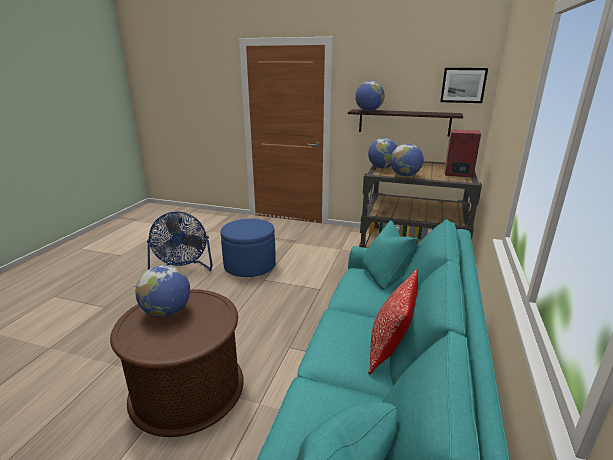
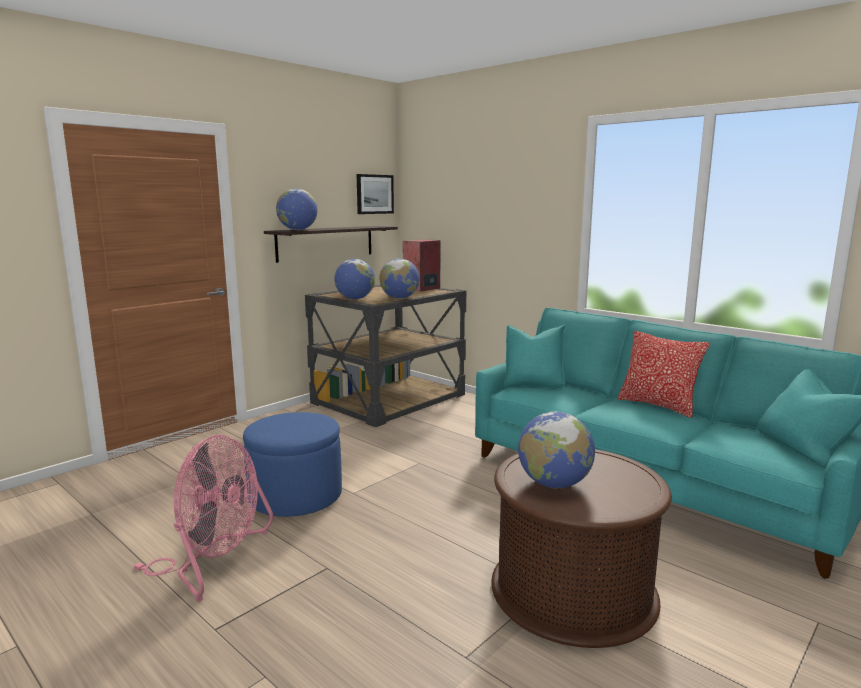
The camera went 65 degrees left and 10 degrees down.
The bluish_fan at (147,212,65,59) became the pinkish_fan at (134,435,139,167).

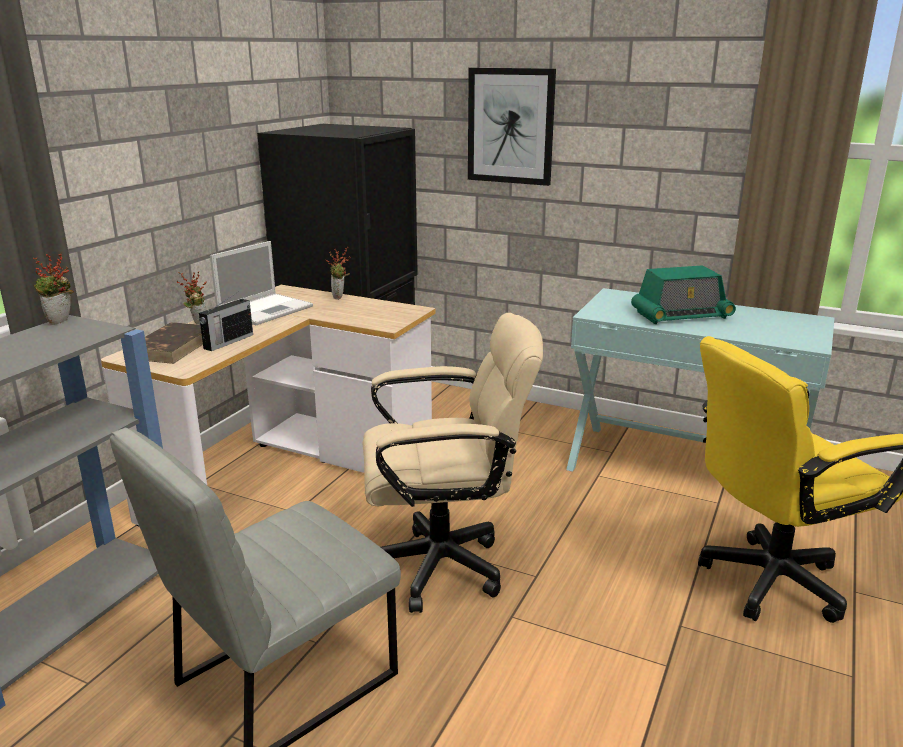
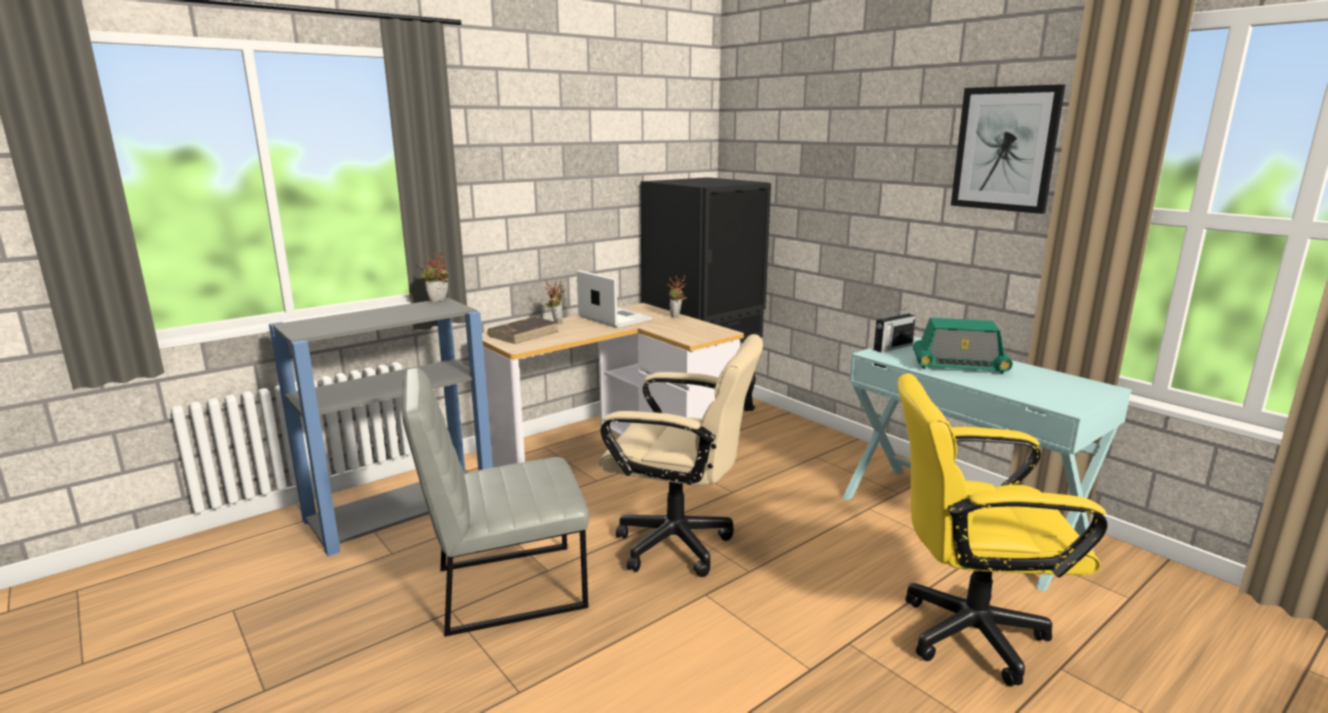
The camera went 25 degrees right and 5 degrees down.
The radio_receiver moved from (199,292,54,59) to (874,307,42,46).
The laptop at (210,241,103,84) turned 105 degrees counterclockwise.
The picture moved from (468,68,88,118) to (951,84,114,130).

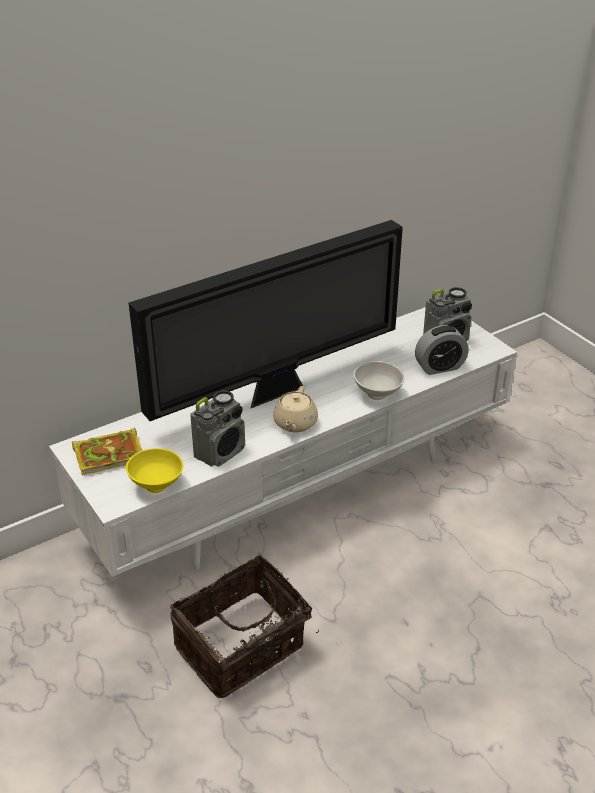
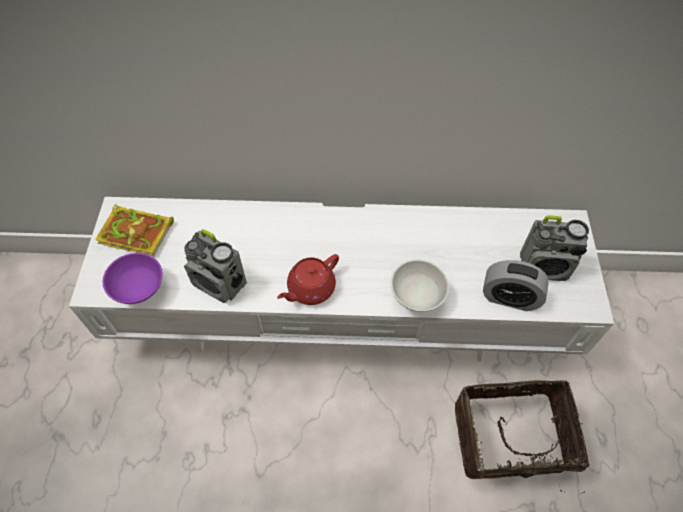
The camera went 35 degrees right and 20 degrees up.
The yellowish_deep_dish at (126,448,57,45) became the purple-coloured_deep_dish at (103,253,59,51).
The television at (129,220,274,201) disappeared.
The household_basket moved from (170,555,149,143) to (455,380,134,114).
The radio_receiver at (190,390,55,77) turned 45 degrees clockwise.
The sand-coloured_teapot at (273,386,45,46) became the red_teapot at (277,254,62,51).

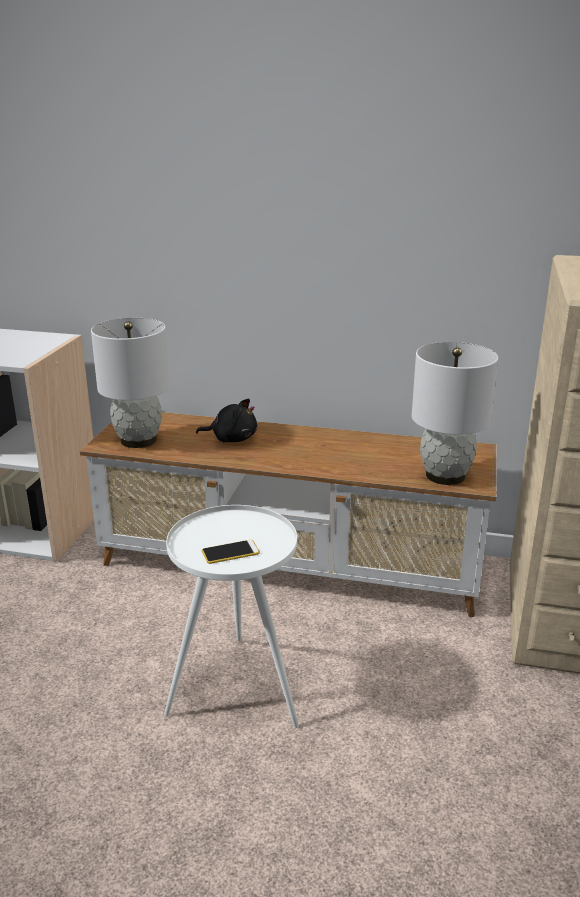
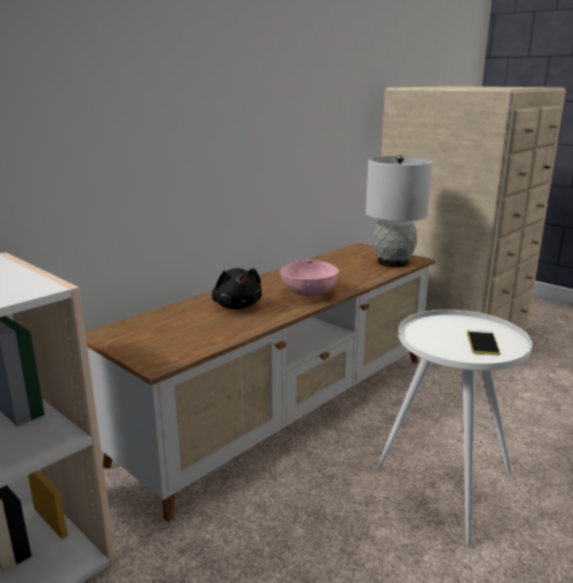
The camera went 60 degrees left and 5 degrees down.
The white_table_lamp at (91,318,79,130) disappeared.
The black_plush_toy at (196,399,61,43) turned 120 degrees clockwise.
The pinkish_deep_dish at (279,260,60,37) appeared.

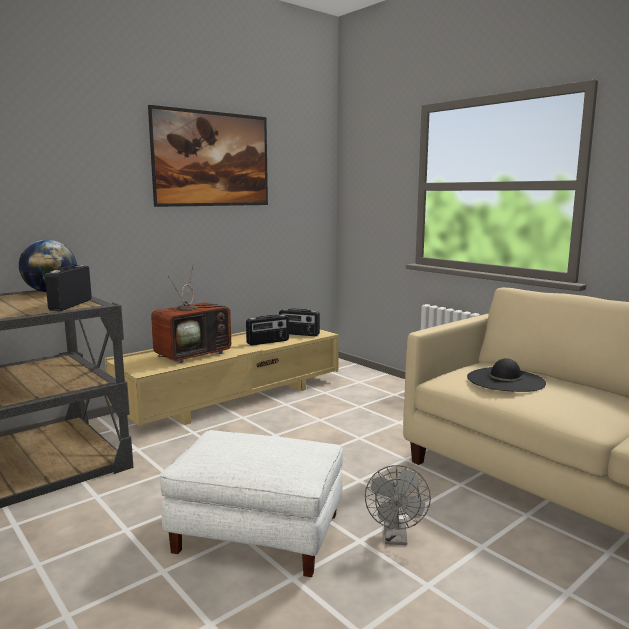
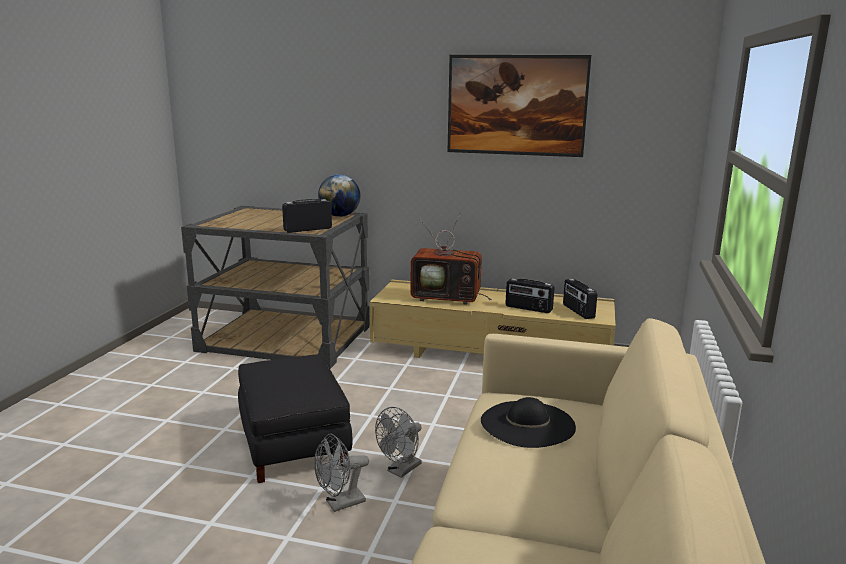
The camera went 55 degrees right and 5 degrees up.
The white_pouffe at (160,430,183,147) became the black_pouffe at (238,354,114,129).
The gray_fan at (375,407,47,71) appeared.

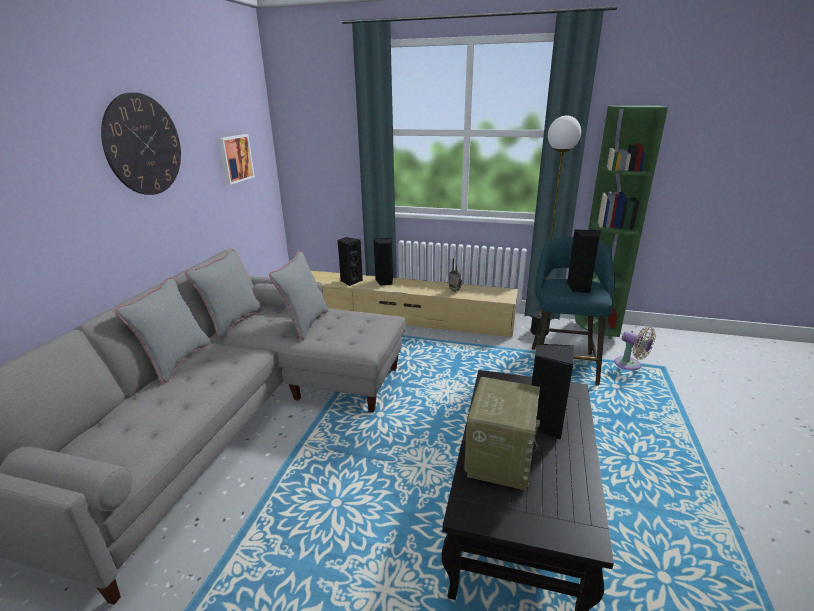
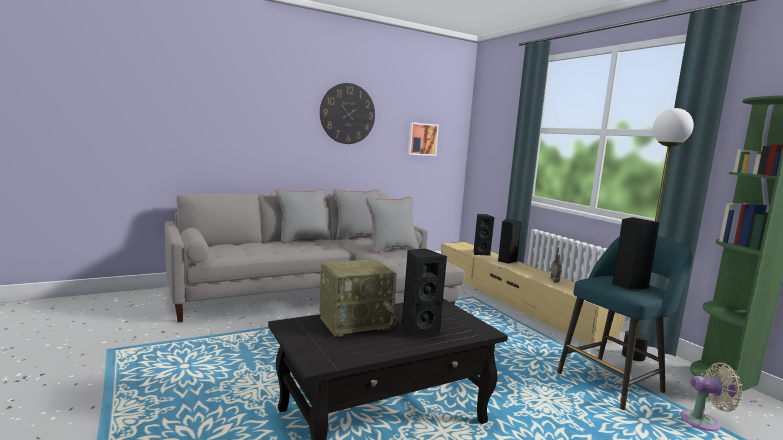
The camera went 45 degrees right and 15 degrees down.
The sand-coloured_fan at (614,327,42,43) turned 90 degrees counterclockwise.

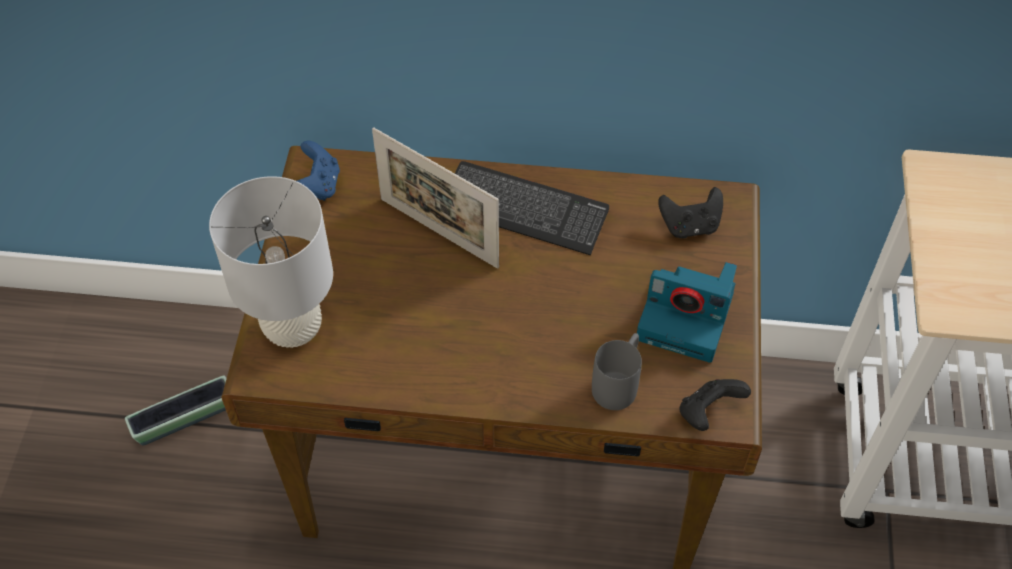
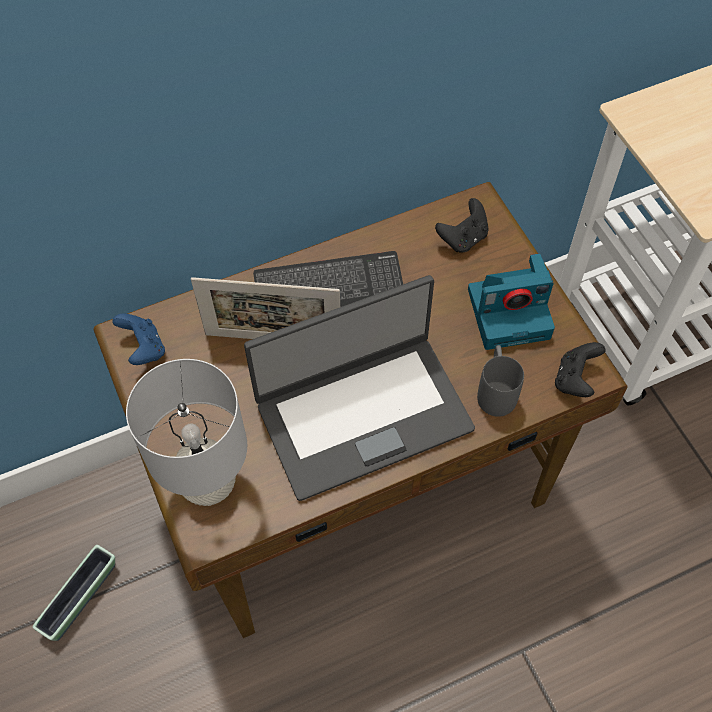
The camera went 30 degrees left and 5 degrees up.
The laptop at (244,275,231,226) appeared.

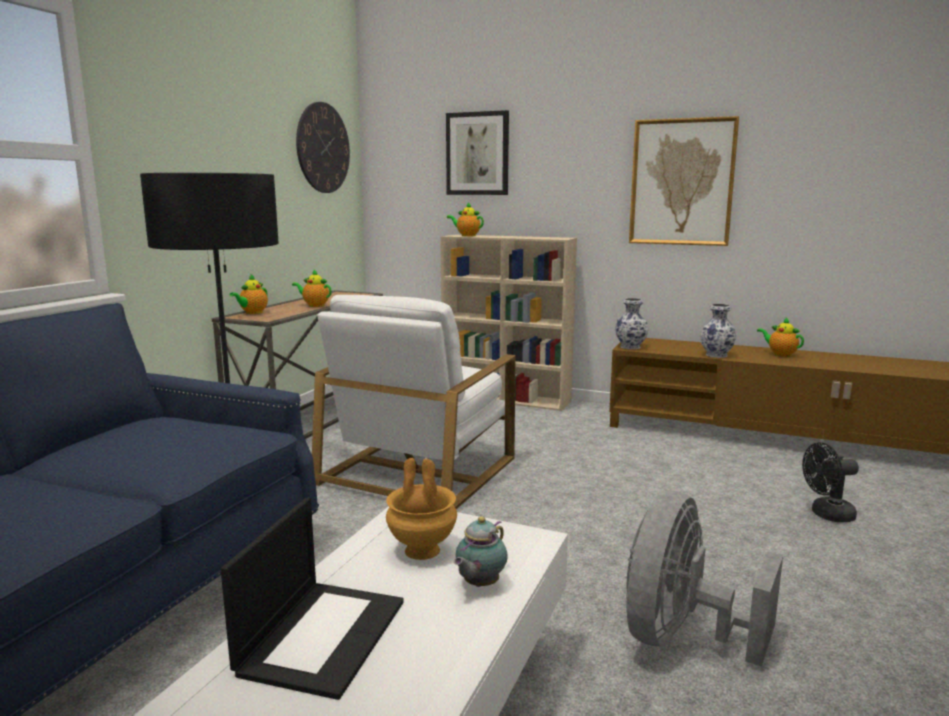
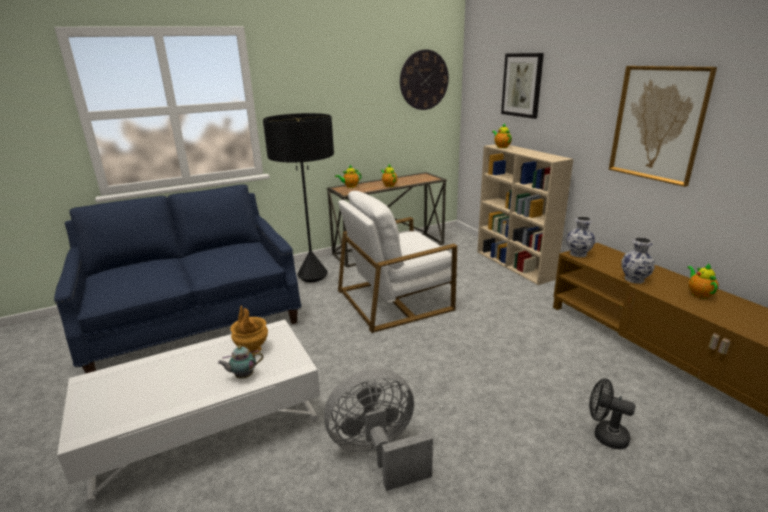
The camera went 40 degrees right and 10 degrees up.
The laptop at (221,497,183,203) disappeared.

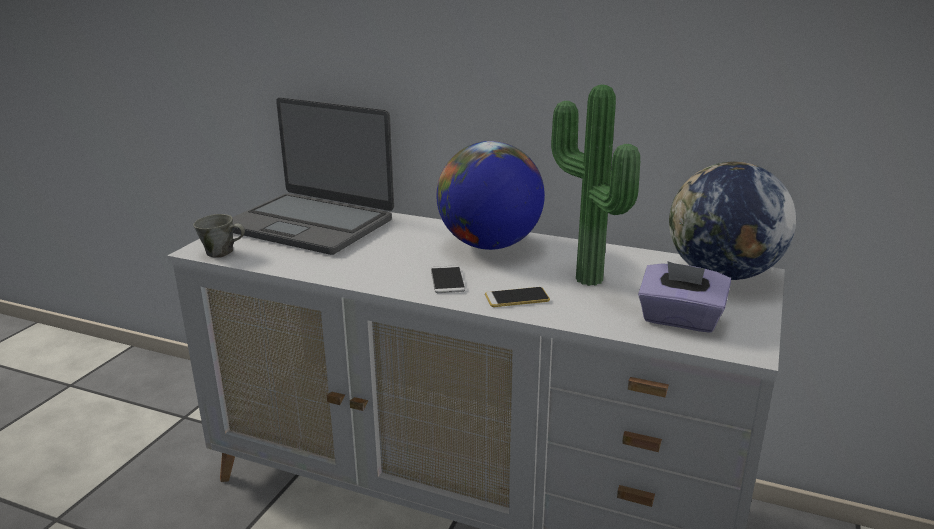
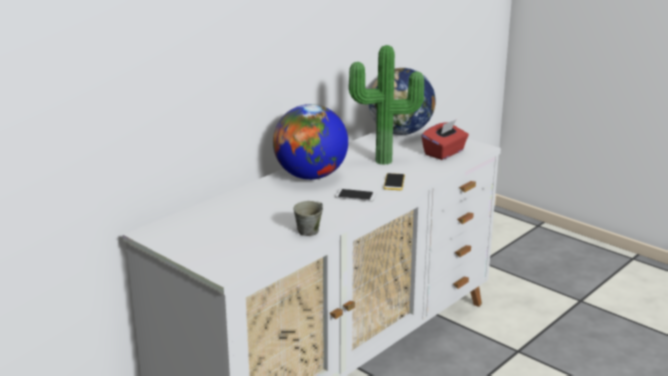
The camera went 70 degrees left and 0 degrees up.
The gray_tea_mug moved from (193,214,52,44) to (293,201,30,35).
The laptop at (232,97,162,158) disappeared.
The purple-coloured_box_of_tissues at (638,261,93,72) became the red_box_of_tissues at (421,120,48,40).

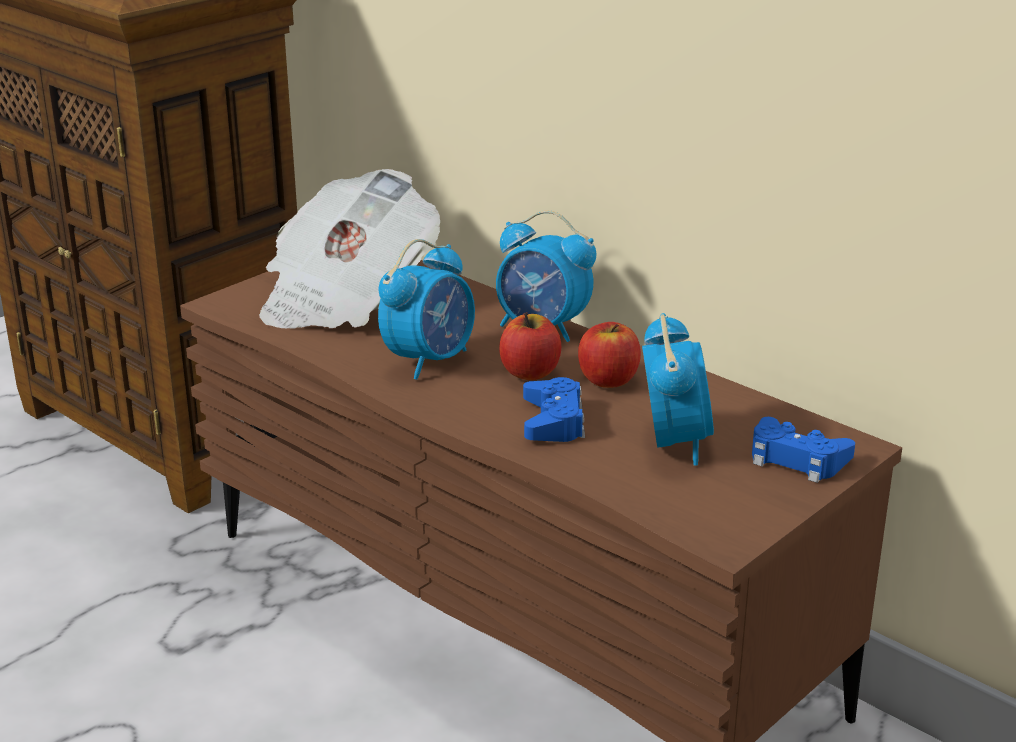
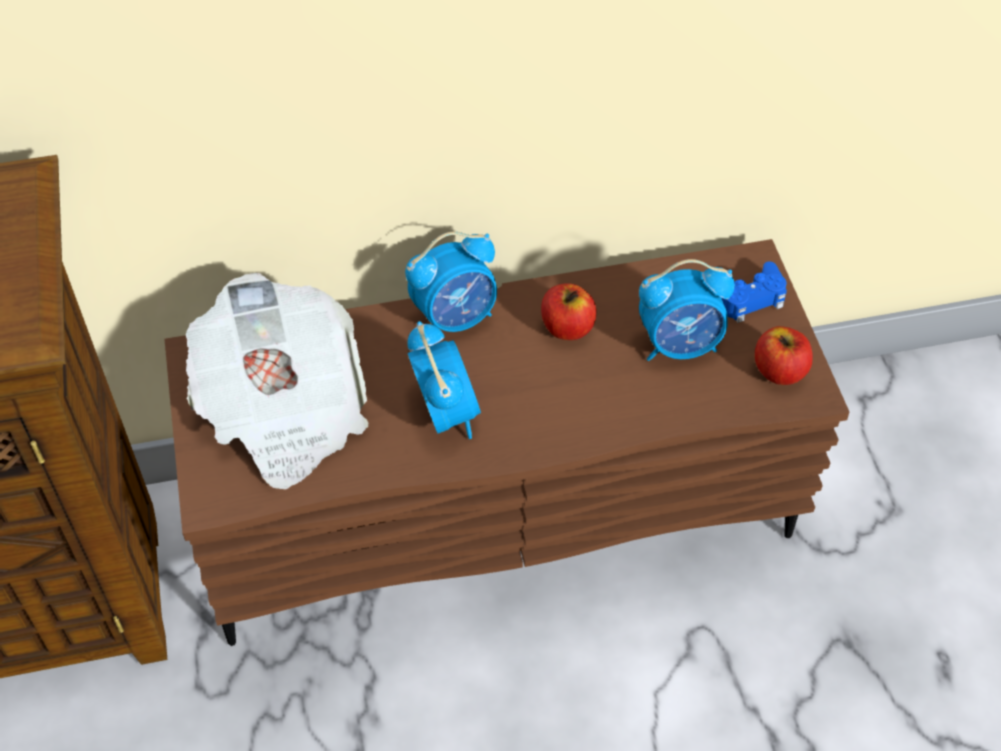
The camera went 55 degrees left and 25 degrees up.
The apple moved from (499,312,62,68) to (755,326,58,59).
The bluish_joypad at (523,377,62,65) disappeared.
The alarm_clock at (642,313,72,153) turned 135 degrees clockwise.

